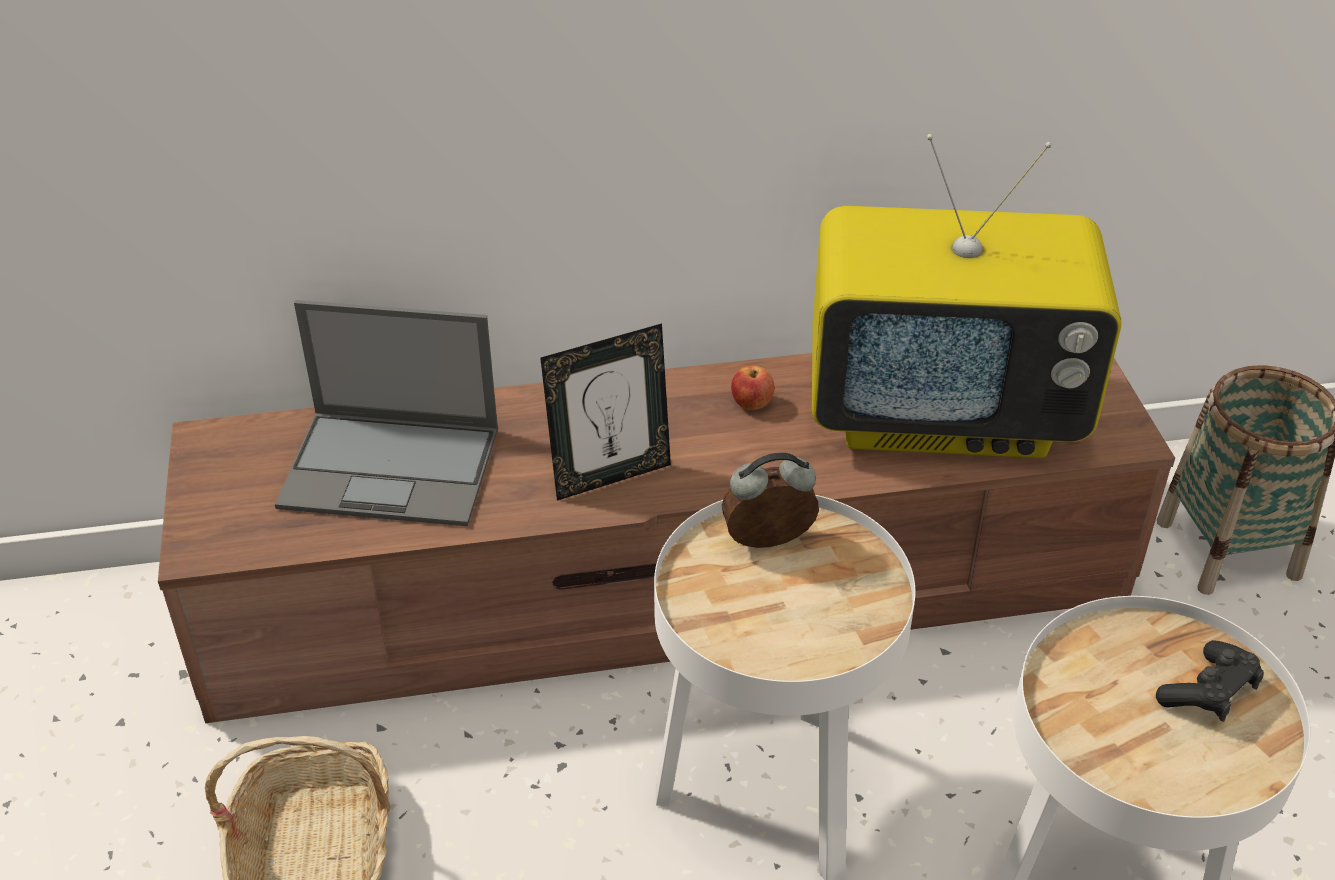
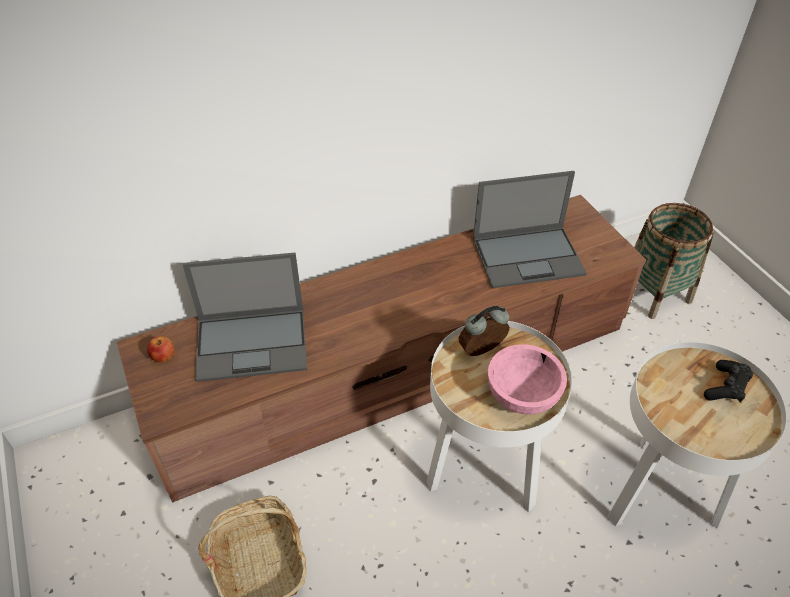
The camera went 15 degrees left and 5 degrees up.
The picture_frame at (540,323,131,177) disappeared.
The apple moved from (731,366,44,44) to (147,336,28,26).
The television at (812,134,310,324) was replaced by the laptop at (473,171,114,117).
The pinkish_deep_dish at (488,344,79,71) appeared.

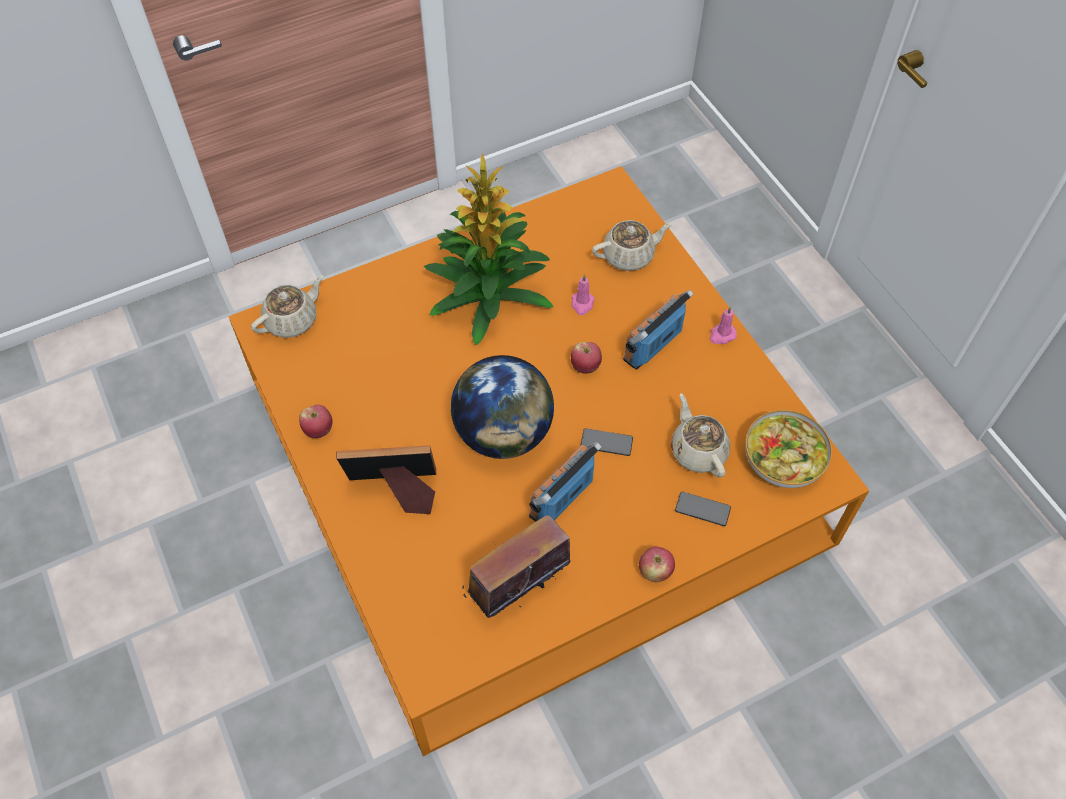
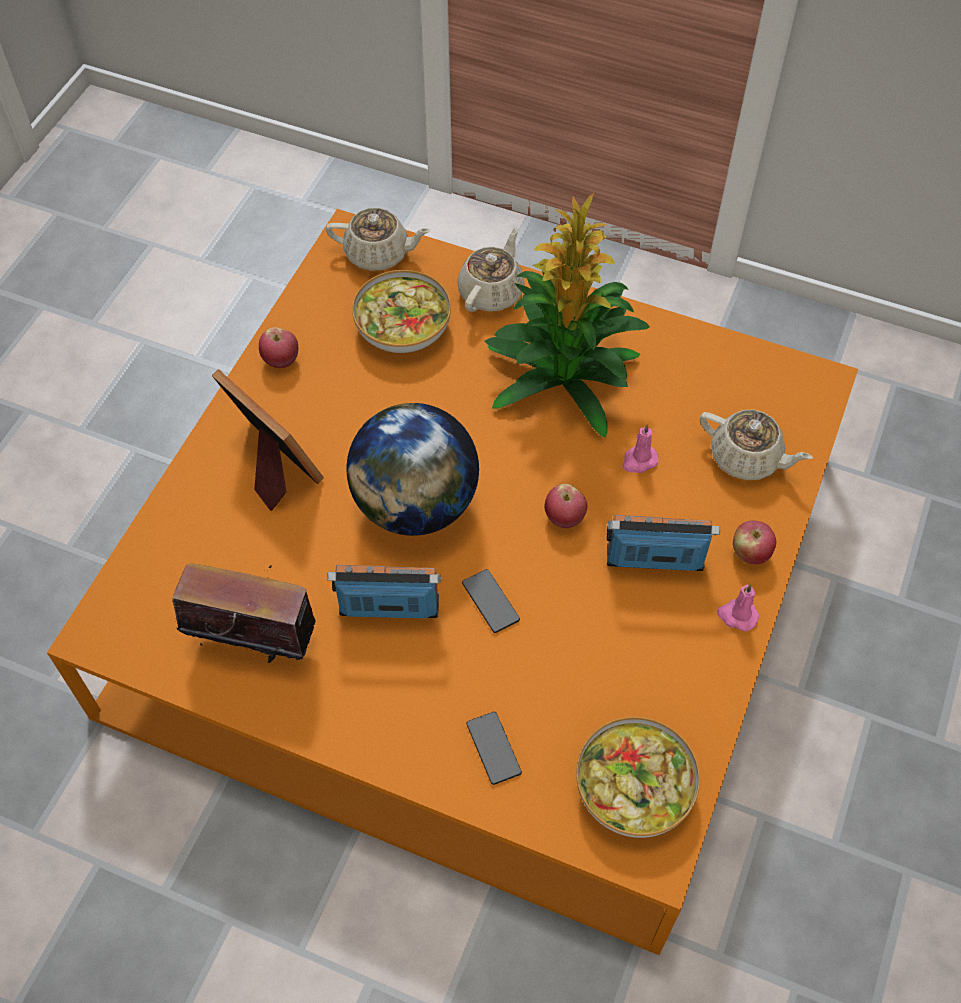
The camera went 50 degrees right and 0 degrees up.
The apple moved from (639,546,36,36) to (733,520,43,45).
The sand-coloured_teapot moved from (671,393,59,84) to (457,227,68,85).
The deep_dish at (352,270,99,83) appeared.

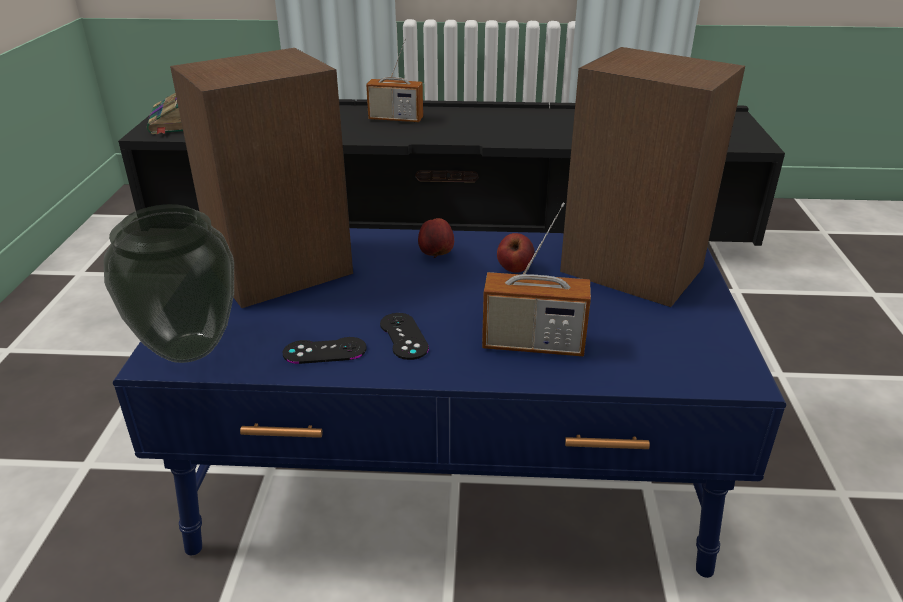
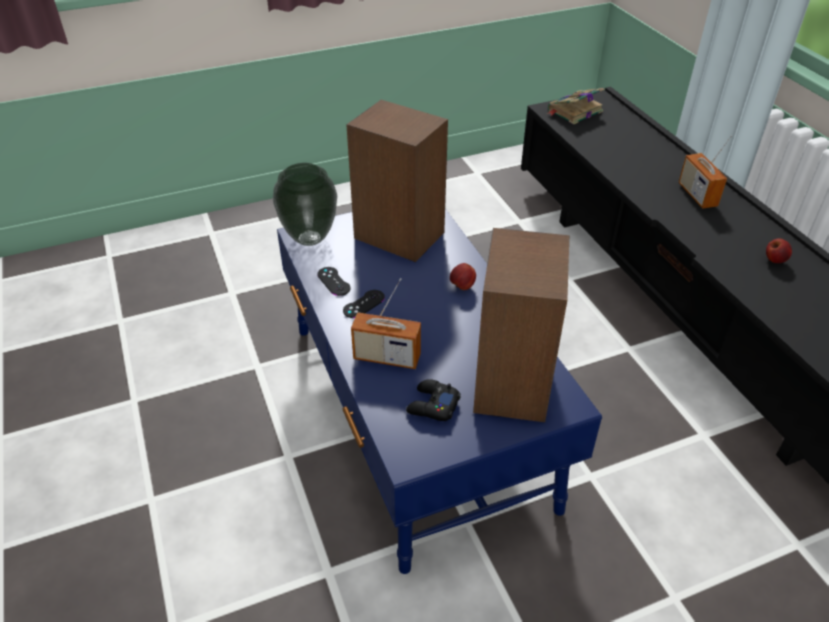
The camera went 65 degrees right and 10 degrees up.
The radio_receiver at (482,203,109,153) turned 60 degrees counterclockwise.
The apple moved from (497,233,38,40) to (766,238,26,25).
The black_joypad at (406,379,55,42) appeared.

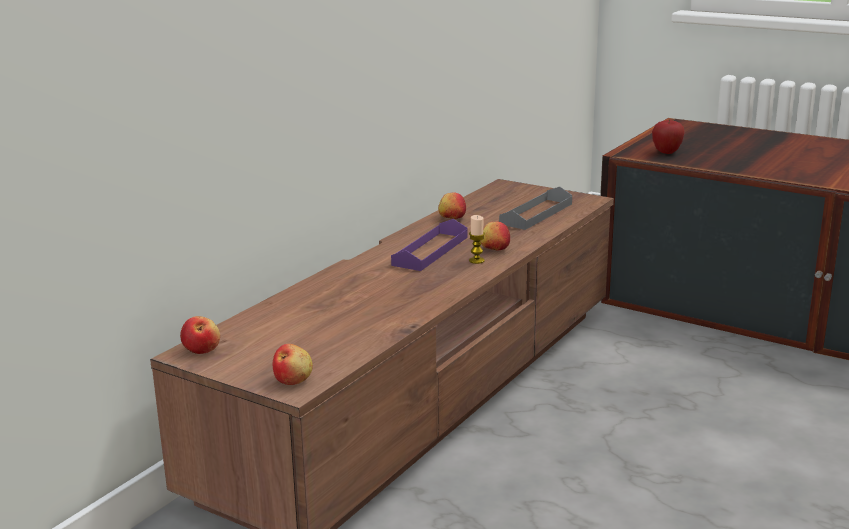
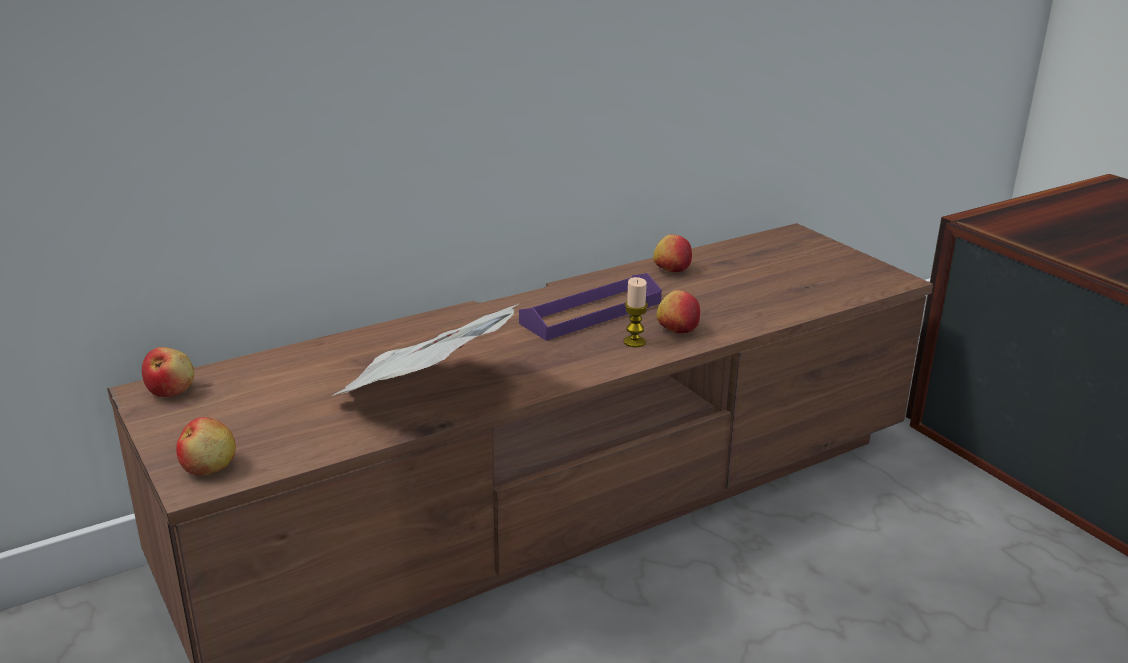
The camera went 25 degrees right and 5 degrees up.
The gray_tray at (499,187,73,43) disappeared.
The apple at (652,119,33,35) disappeared.
The daily_paper at (332,304,187,92) appeared.

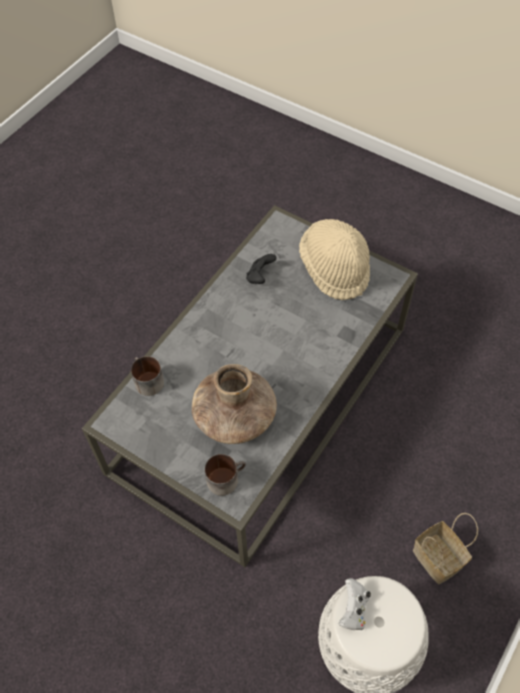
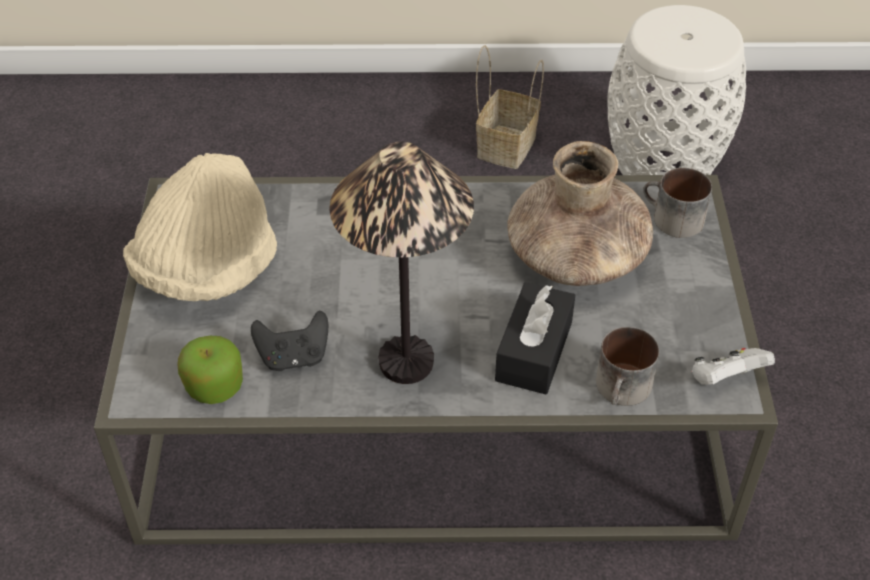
The camera went 125 degrees left and 10 degrees down.
The white_joypad moved from (339,578,32,52) to (692,348,83,37).
The apple at (177,336,66,68) appeared.
The table_lamp at (329,141,145,243) appeared.
The black_box_of_tissues at (495,282,80,112) appeared.

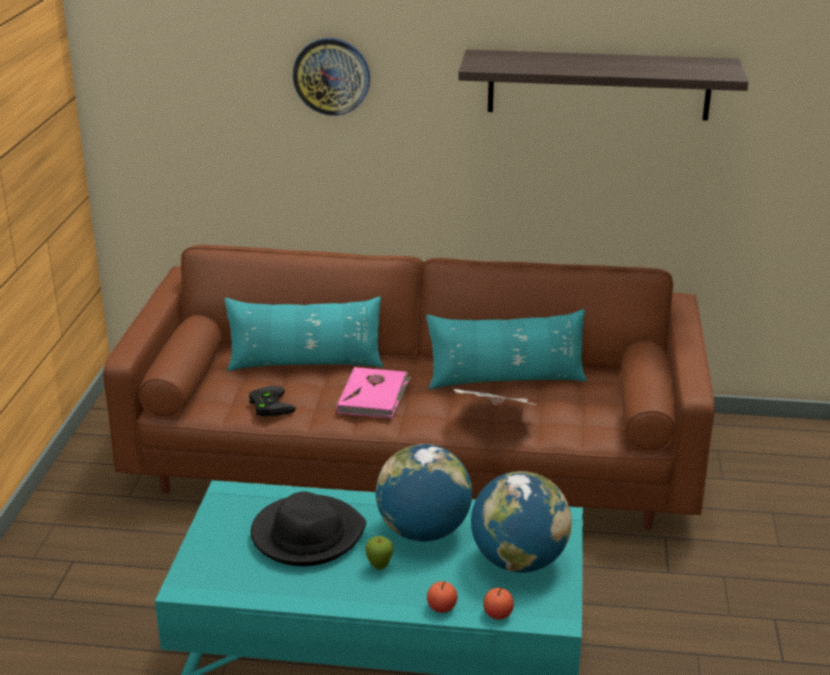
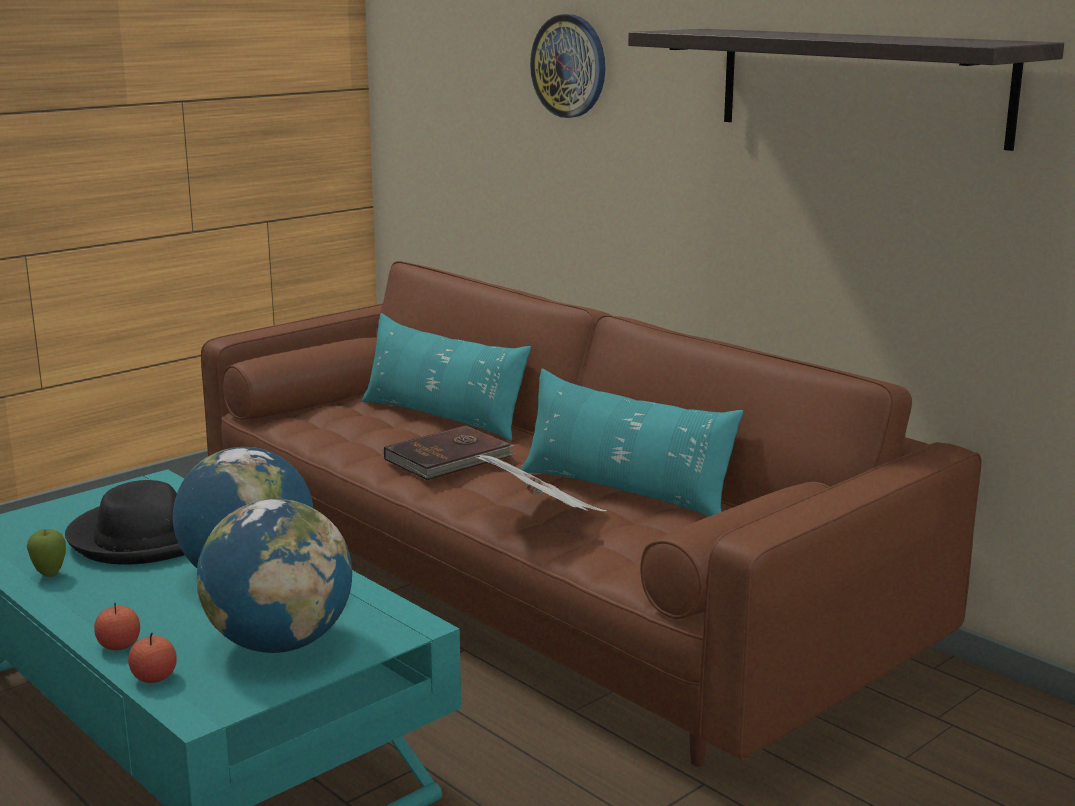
The camera went 40 degrees right and 10 degrees down.
The black_joypad at (249,386,47,30) disappeared.
The pinkish_bound_book at (337,367,74,51) became the brownish_bound_book at (384,425,132,55).
The apple moved from (365,536,28,34) to (27,529,39,48).

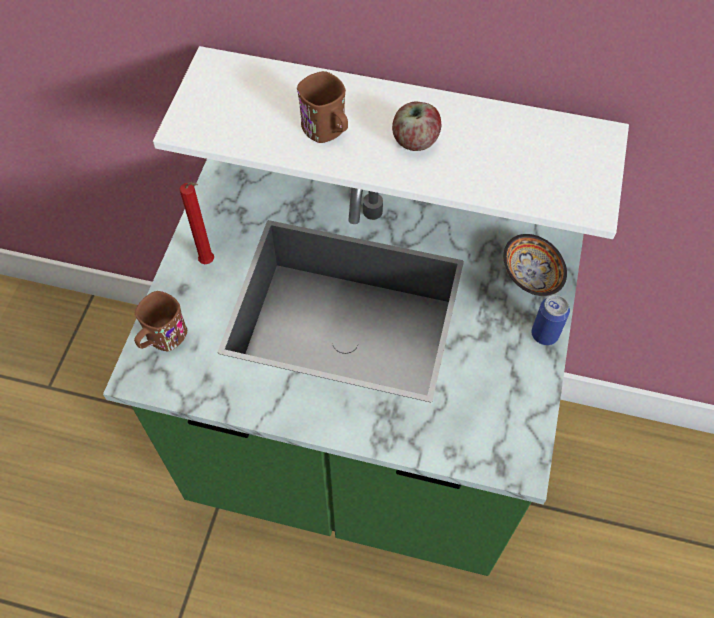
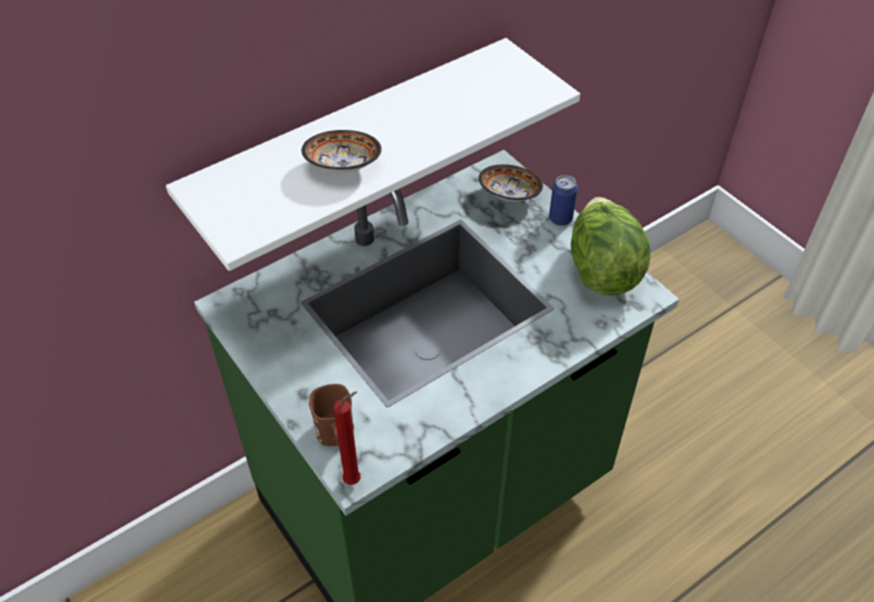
The camera went 50 degrees left and 10 degrees down.
The red_wax_candle moved from (180,182,34,82) to (334,391,27,94).
The brownish_tea_mug at (297,71,51,72) was replaced by the deep_dish at (301,130,81,43).
The apple at (392,102,49,49) disappeared.
The head_of_lettuce at (571,197,80,99) appeared.

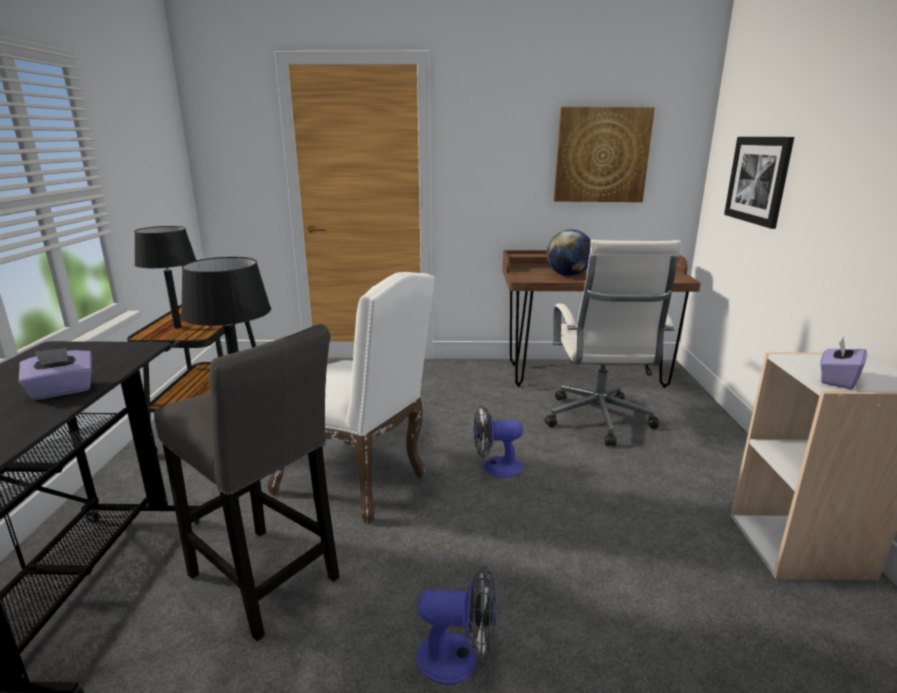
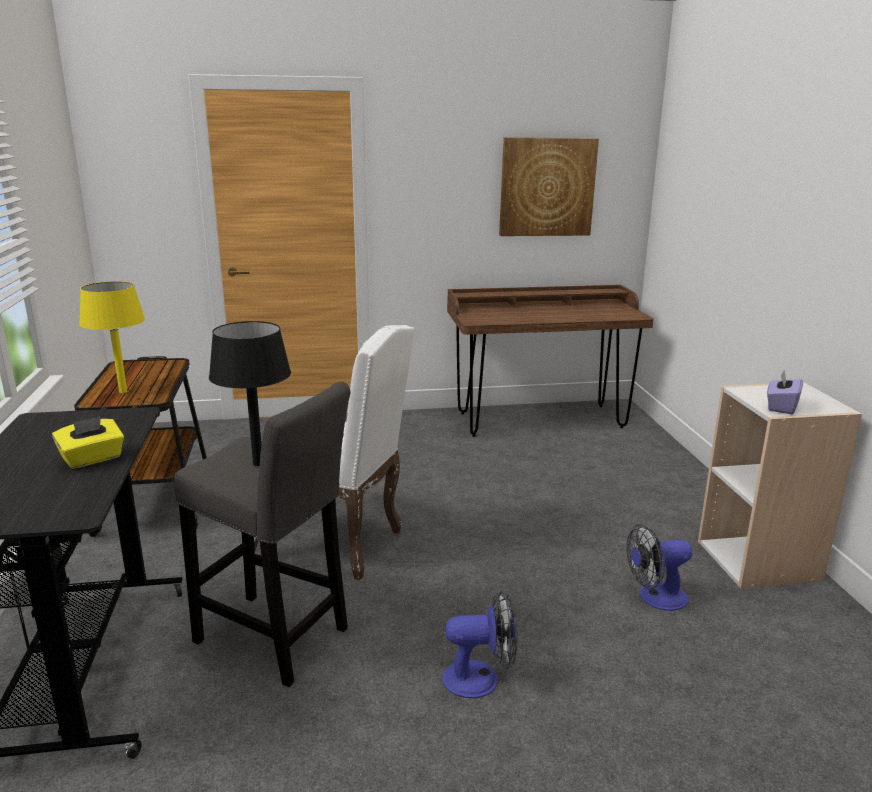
The camera went 10 degrees left and 0 degrees up.
The purple-coloured_box_of_tissues at (19,348,73,52) became the yellowish_box_of_tissues at (52,417,72,52).
The black_table_lamp at (134,226,62,103) became the yellowish_table_lamp at (79,281,66,112).
The fan moved from (473,405,50,73) to (627,524,65,87).
The white_office_chair at (544,240,137,206) disappeared.
The world_globe at (547,229,44,47) disappeared.
The picture at (724,137,70,92) disappeared.

